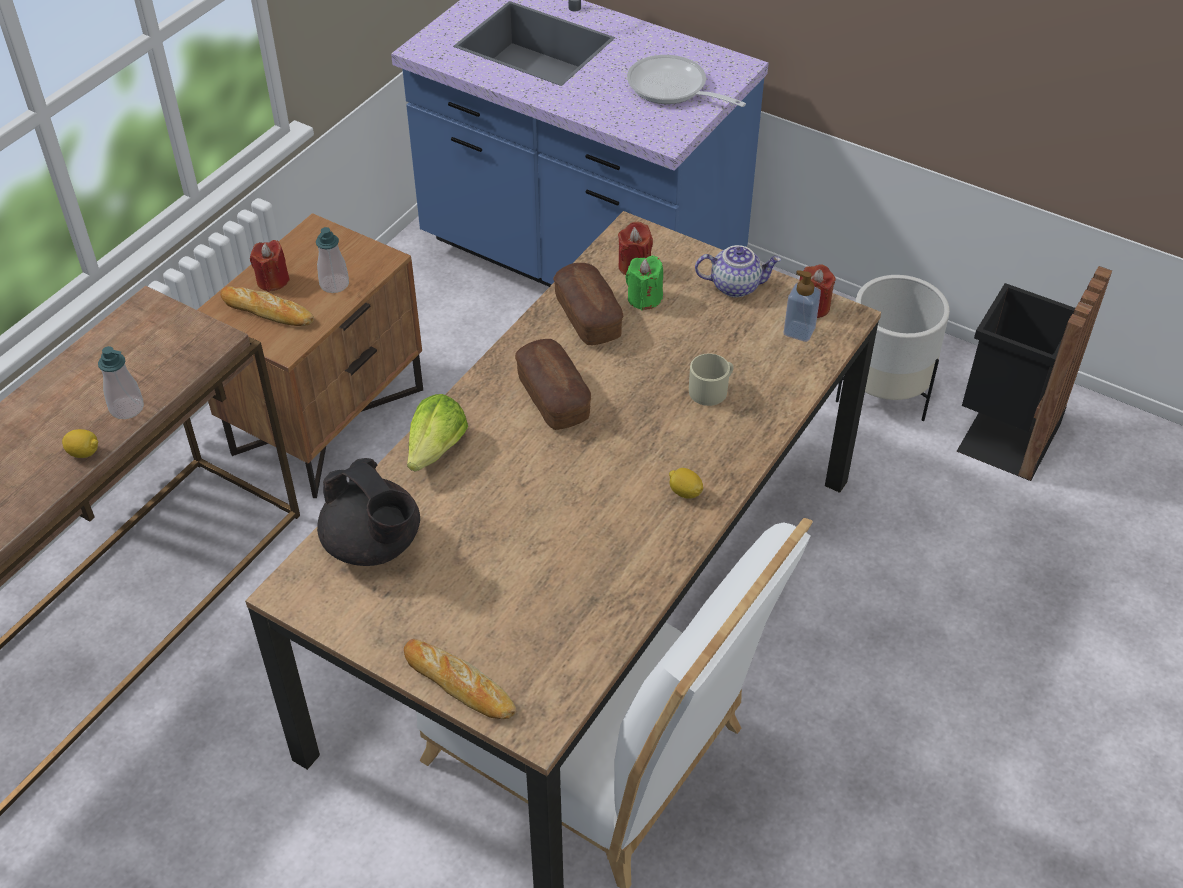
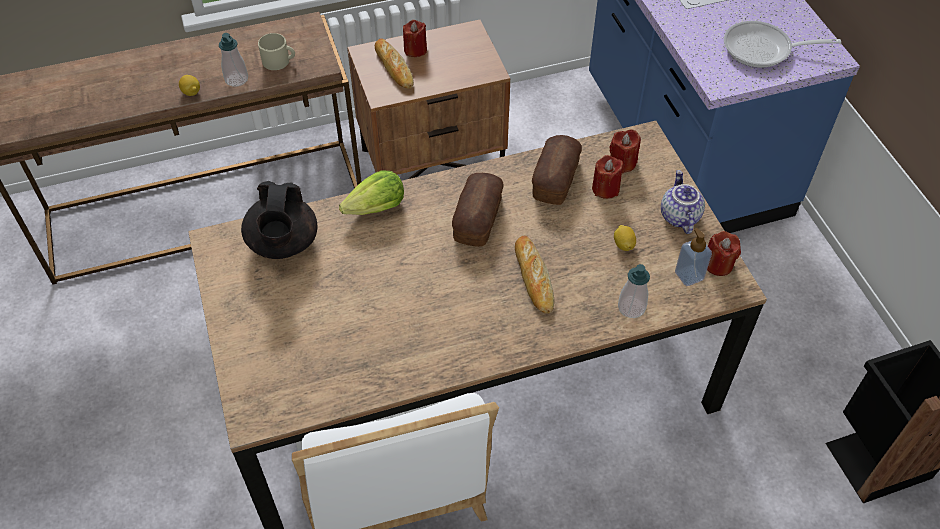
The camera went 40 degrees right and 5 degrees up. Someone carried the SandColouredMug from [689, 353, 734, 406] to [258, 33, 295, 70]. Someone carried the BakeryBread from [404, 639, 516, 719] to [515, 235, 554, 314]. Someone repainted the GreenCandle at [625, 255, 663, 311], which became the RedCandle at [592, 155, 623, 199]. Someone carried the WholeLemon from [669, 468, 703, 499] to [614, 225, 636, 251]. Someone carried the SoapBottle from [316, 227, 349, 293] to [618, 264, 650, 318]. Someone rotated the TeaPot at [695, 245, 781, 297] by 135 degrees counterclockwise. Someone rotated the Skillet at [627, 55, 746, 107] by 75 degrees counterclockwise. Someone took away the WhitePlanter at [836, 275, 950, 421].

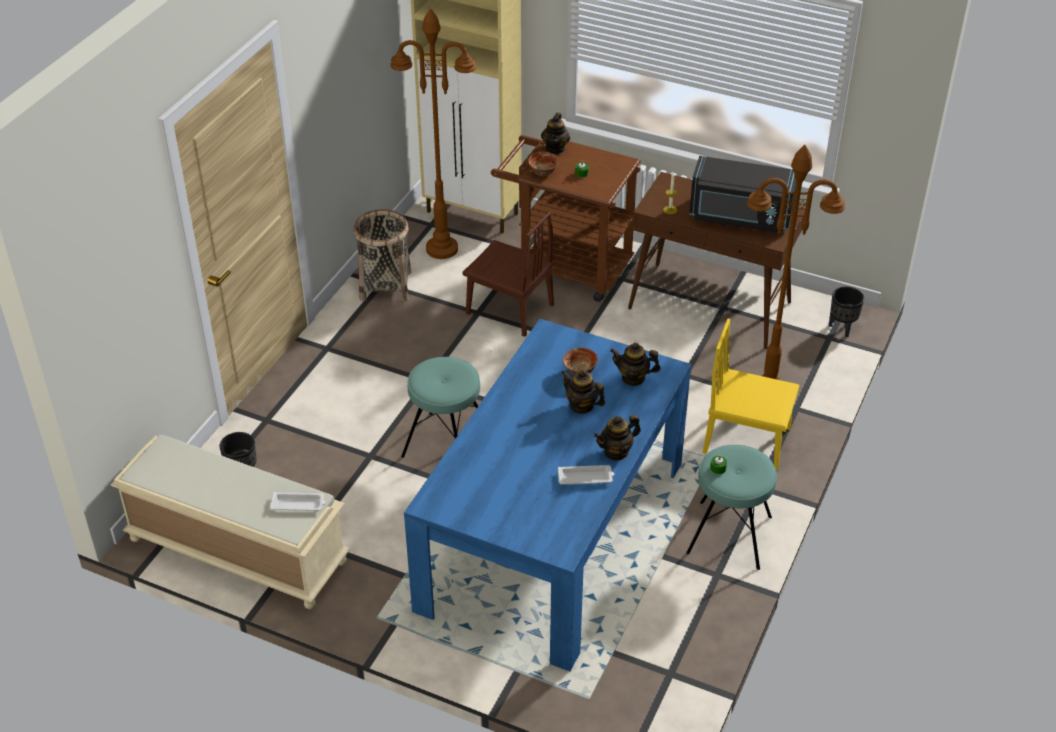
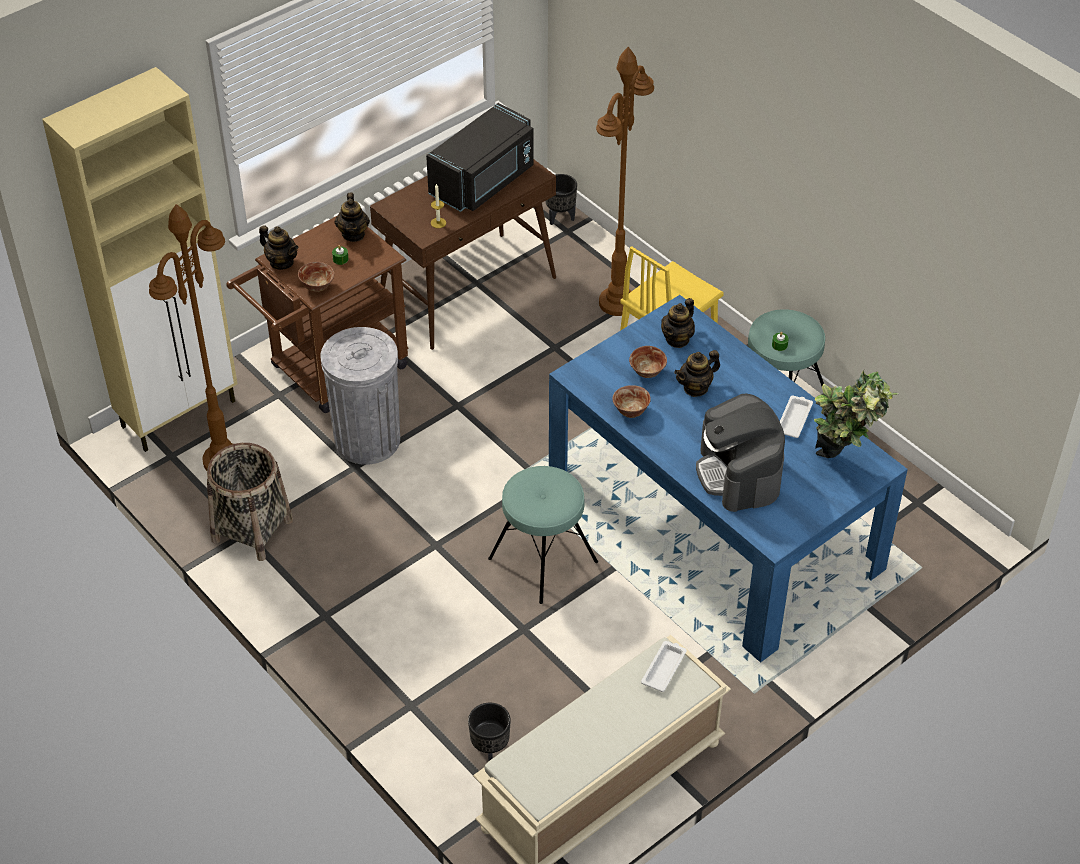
The camera went 65 degrees left and 5 degrees up. Someone swapped the BrownColouredChair at [463, 212, 554, 337] for the GreyWasteBin at [321, 327, 400, 465]. Someone carried the TeaPot from [594, 415, 641, 461] to [335, 193, 370, 242]. Someone put down the DeepDish at [613, 385, 651, 418]. Someone put down the CoffeeBrewer at [696, 394, 785, 512]. Someone put down the PottedPlant at [814, 370, 899, 458].

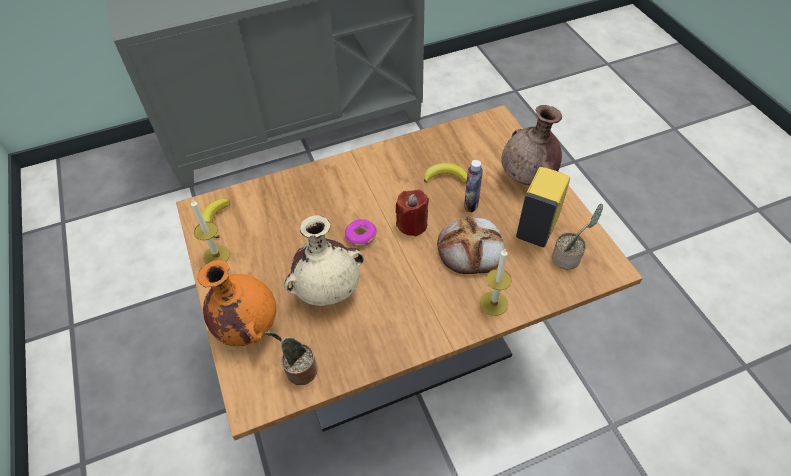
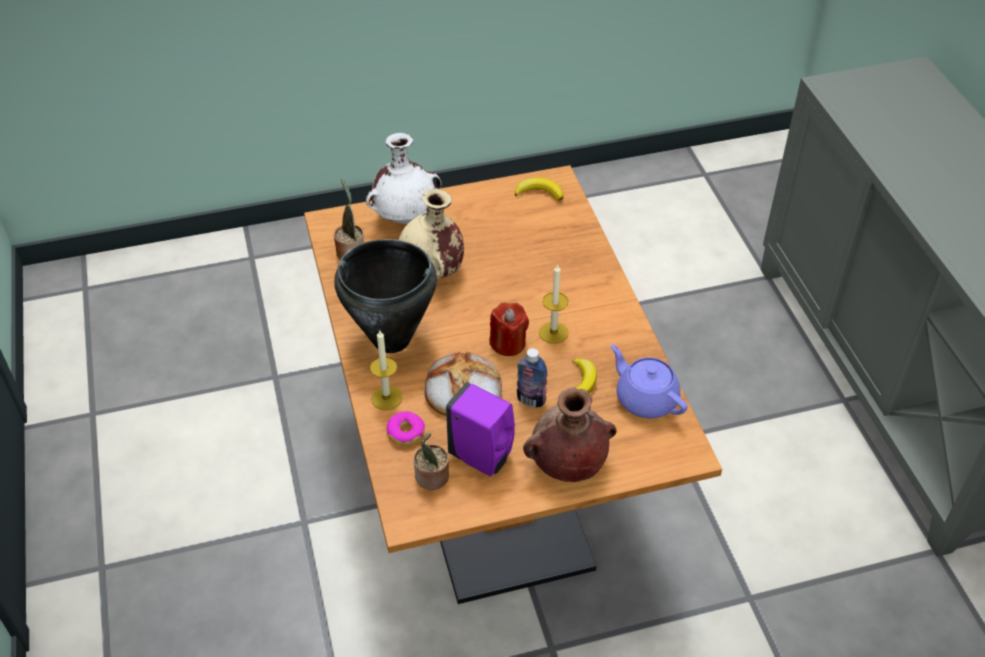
The camera went 95 degrees right and 5 degrees down. Someone put down the BlackColouredCookingPot at [334, 239, 437, 353]. Someone repainted the OrangeyVase at [197, 260, 277, 346], which became the WhiteVase at [366, 133, 441, 224]. Someone carried the Doughnut from [345, 219, 377, 247] to [387, 411, 425, 446]. Someone repainted the YellowColouredSoapBottle at [516, 167, 570, 247], which became the PurpleColouredSoapBottle at [446, 382, 515, 477]. Someone carried the Candle from [191, 200, 230, 264] to [539, 264, 568, 344]. Someone put down the PurpleColouredTeaPot at [610, 344, 687, 418].

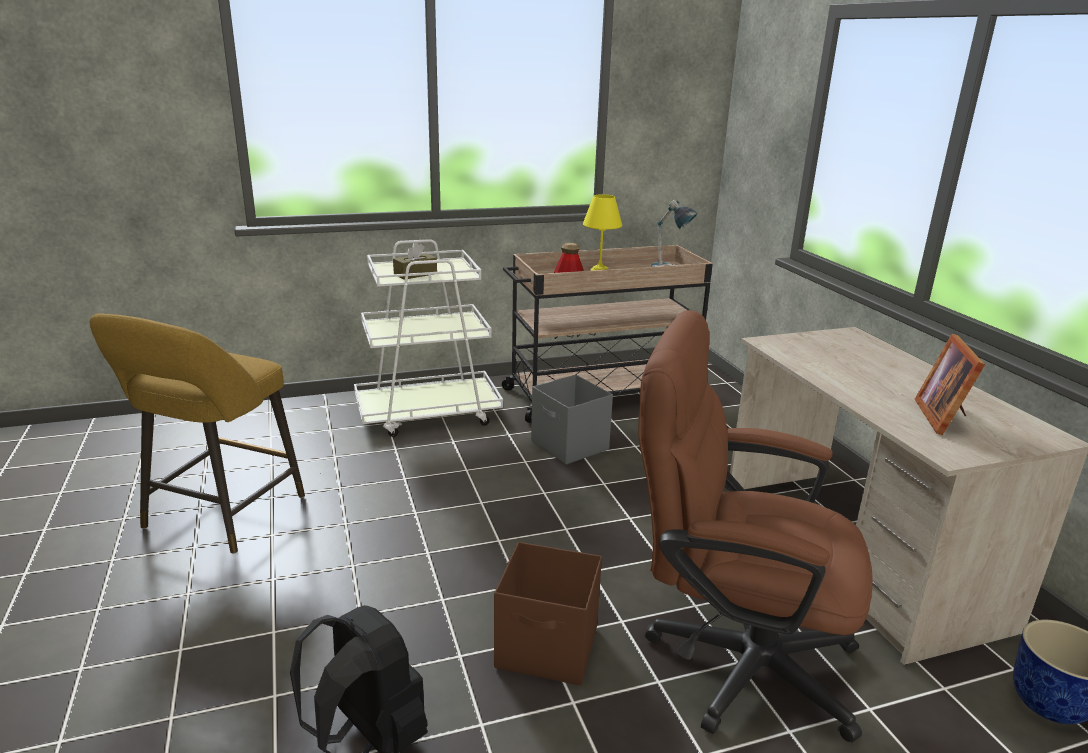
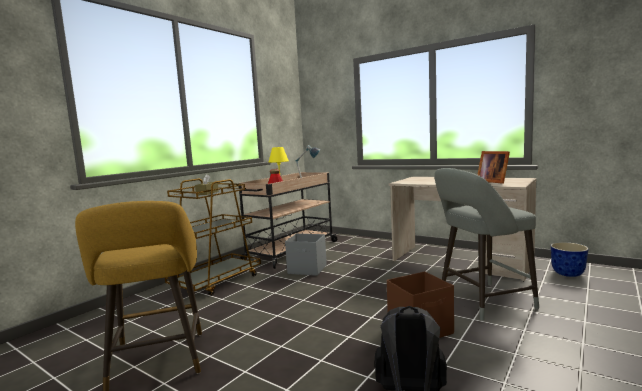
The camera went 35 degrees left and 15 degrees down. Someone repainted the WhiteCart at [354, 239, 503, 437], which became the BrownColouredCart at [165, 178, 261, 296]. Someone swapped the BrownColouredOfficeChair at [638, 310, 873, 743] for the GreyStool at [434, 168, 539, 321].

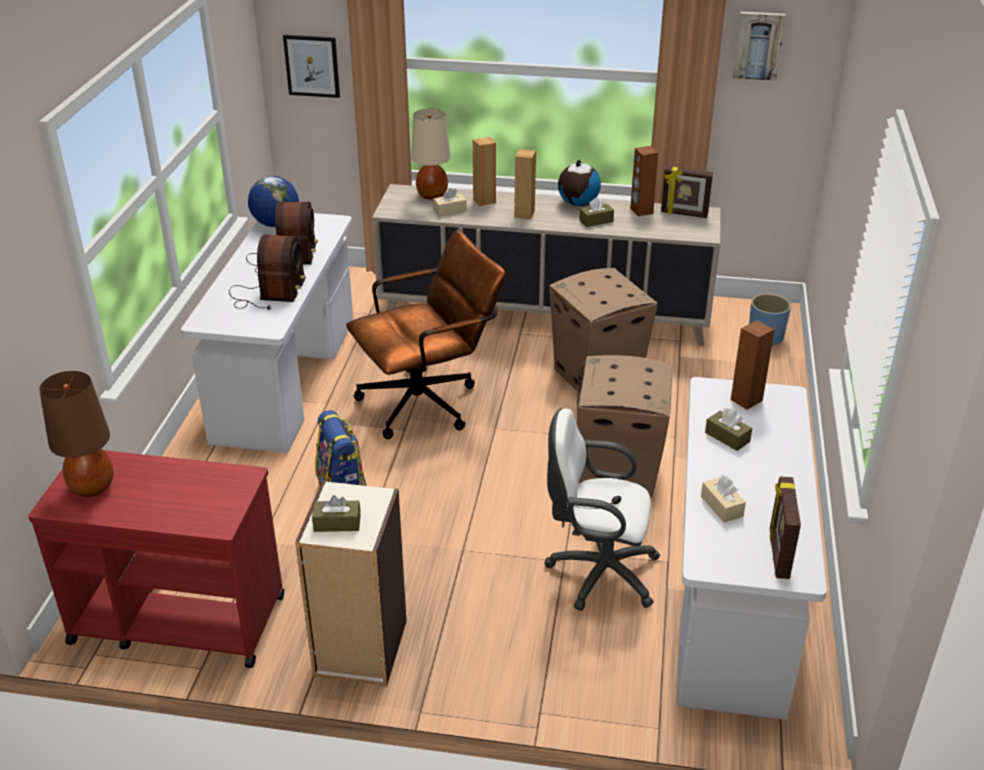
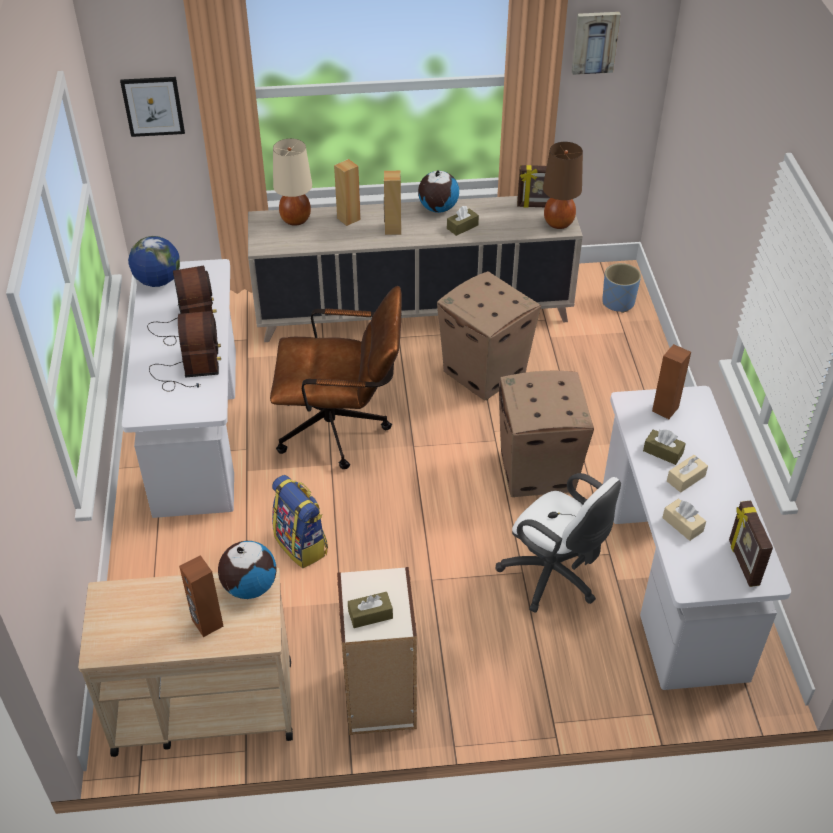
The camera went 15 degrees left and 10 degrees up. Someone repainted the RedCart at [28, 450, 284, 668], which became the SandColouredCart at [78, 568, 293, 757]. Someone carried the BrownColouredSpeaker from [630, 146, 658, 216] to [179, 555, 223, 637]. Someone put down the DeskGlobe at [218, 541, 277, 599]. Someone rotated the BrownColouredOfficeChair at [346, 230, 506, 439] by 45 degrees clockwise. Someone rotated the WhiteOfficeChair at [544, 408, 660, 611] by 135 degrees counterclockwise. Someone carried the BrownColouredTableLamp from [39, 371, 114, 497] to [543, 142, 583, 229]. Someone carried the SandColouredTissueBox from [433, 188, 467, 217] to [667, 455, 708, 493].

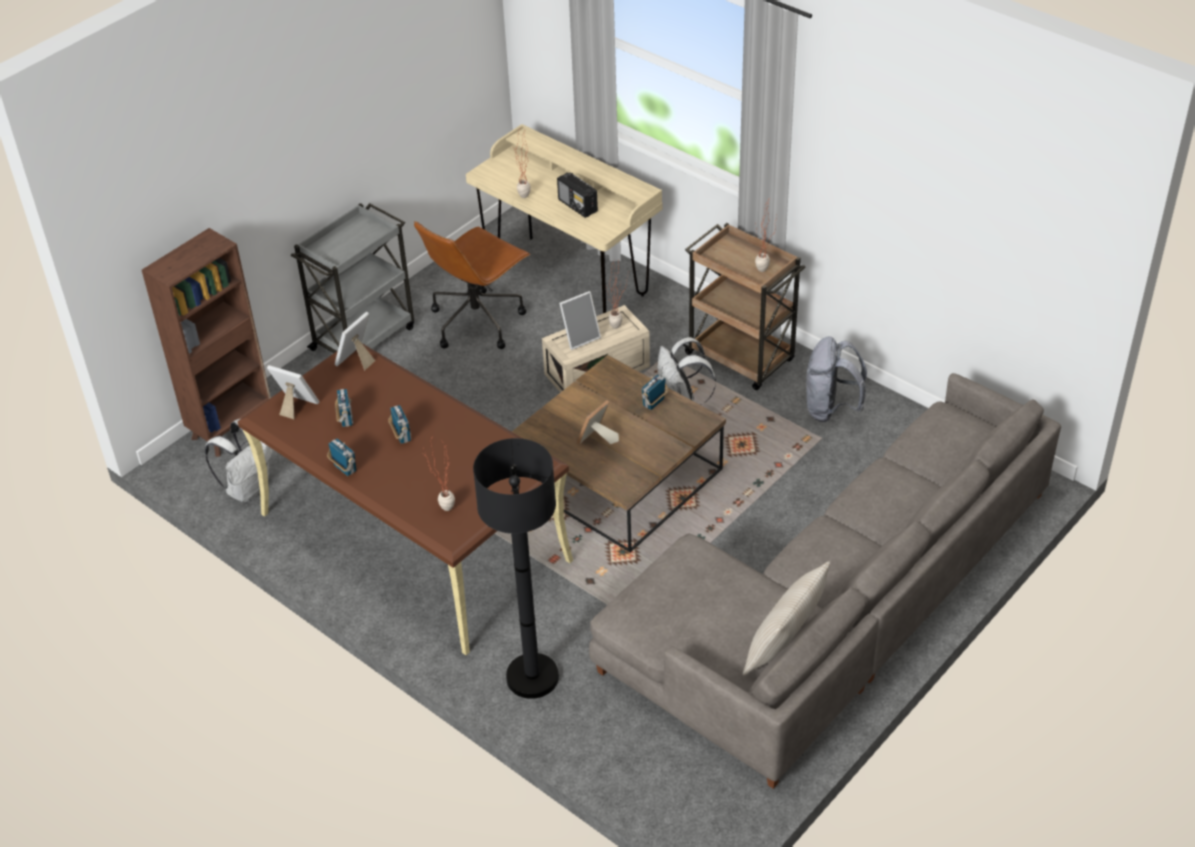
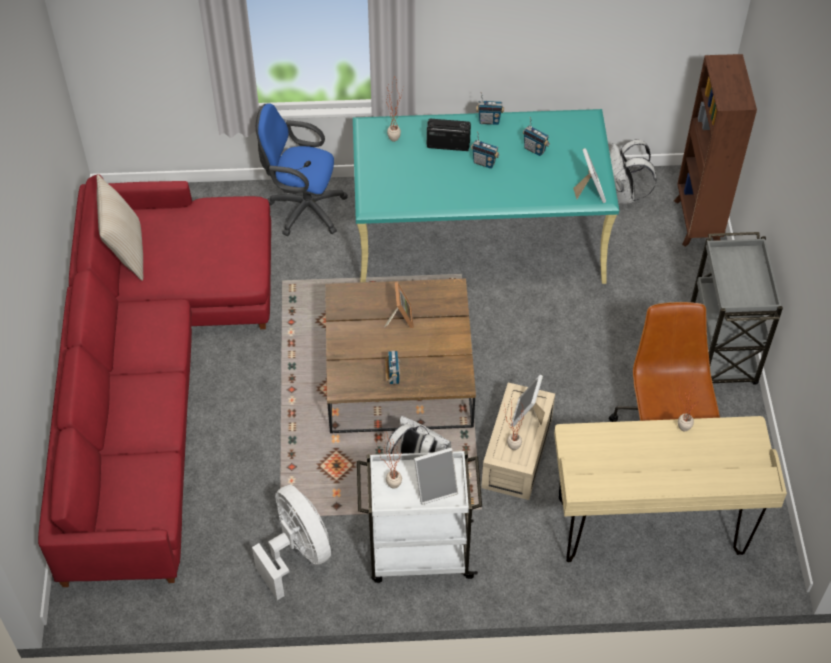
The camera went 135 degrees right and 10 degrees up. Someone repainted the GreySettee at [589, 373, 1061, 789], which became the RedSettee at [38, 174, 271, 587]. Someone swapped the GreyBackpack at [806, 336, 867, 422] for the WhiteFan at [252, 485, 331, 600]. Someone swapped the BlackColouredStandardLamp at [473, 438, 559, 699] for the BlueColouredOfficeChair at [256, 103, 348, 236]. Someone repainted the BrownColouredDesk at [238, 344, 573, 655], which became the BlueGreenDesk at [353, 109, 619, 284]. Someone repainted the BrownColouredCart at [683, 223, 806, 390], which became the WhiteCart at [357, 451, 482, 583]. Someone carried the PictureFrame from [267, 365, 319, 419] to [414, 448, 458, 505]. Someone carried the RadioSet from [557, 172, 598, 218] to [427, 119, 471, 151].

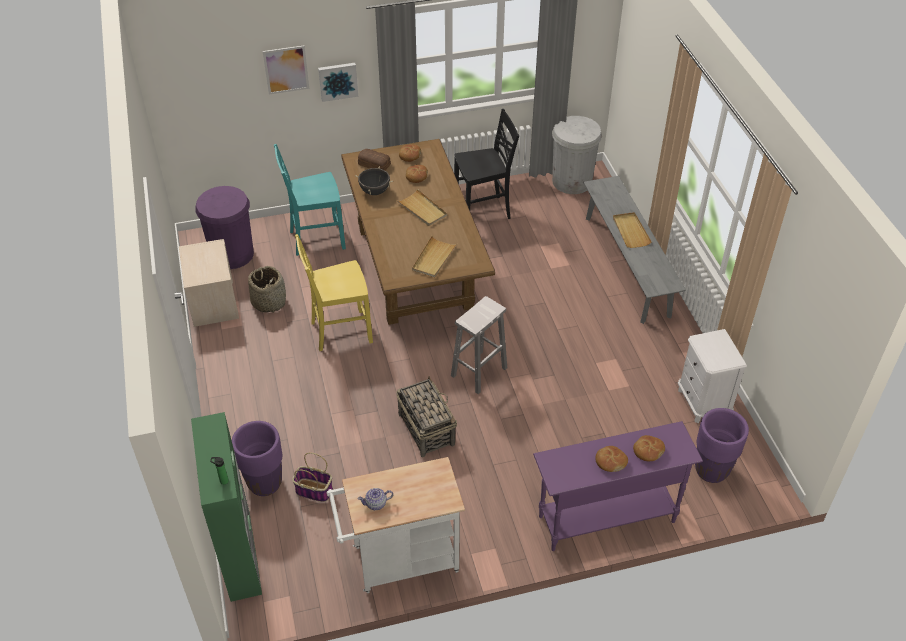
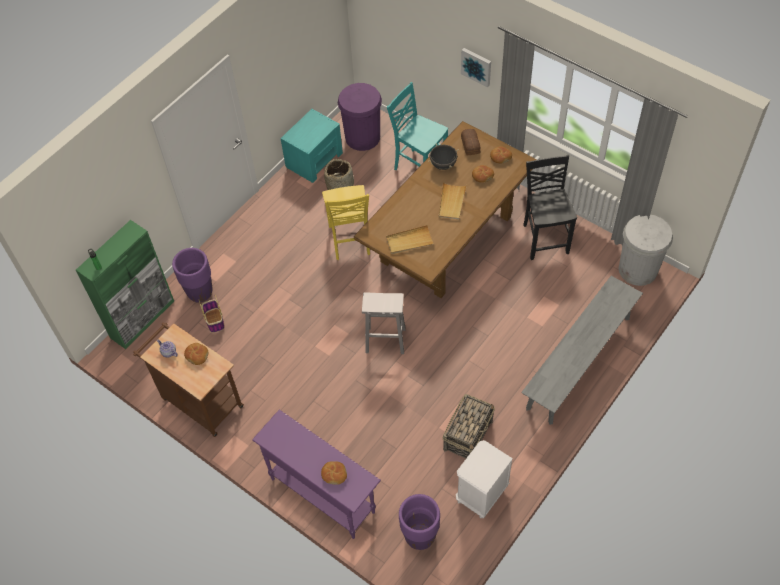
The camera went 55 degrees right and 10 degrees up. Someone repainted the WhiteCart at [327, 457, 465, 593], which became the BrownColouredCart at [133, 322, 244, 437]. Someone carried the BakeryBread from [595, 446, 628, 472] to [184, 343, 208, 365]. Someone repainted the SandColouredNightstand at [179, 239, 239, 327], which became the BlueGreenNightstand at [280, 109, 343, 183]. Someone rotated the YellowColouredChair at [295, 234, 373, 351] by 135 degrees counterclockwise. Someone carried the HouseholdBasket from [396, 376, 457, 457] to [442, 394, 495, 458]. Someone rotated the BlackColouredChair at [454, 109, 519, 219] by 135 degrees counterclockwise. Someone took away the Picture at [263, 45, 309, 95]. Someone took away the SandColouredServingTray at [613, 212, 652, 248].

